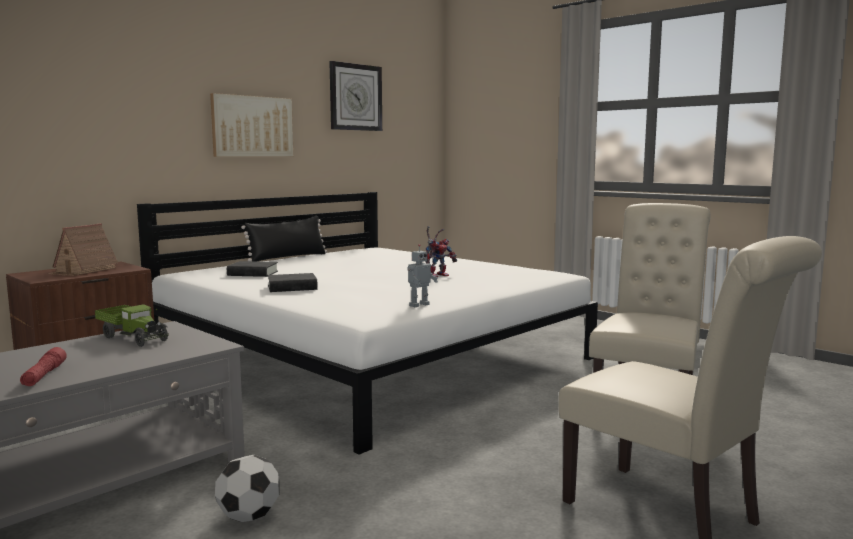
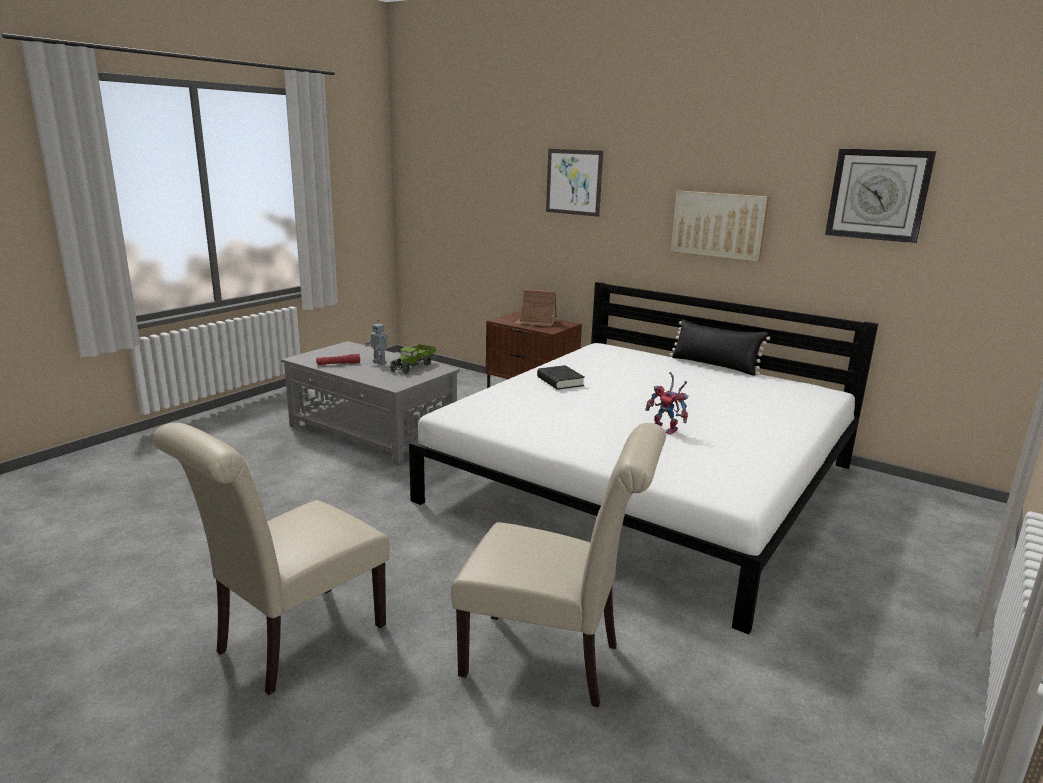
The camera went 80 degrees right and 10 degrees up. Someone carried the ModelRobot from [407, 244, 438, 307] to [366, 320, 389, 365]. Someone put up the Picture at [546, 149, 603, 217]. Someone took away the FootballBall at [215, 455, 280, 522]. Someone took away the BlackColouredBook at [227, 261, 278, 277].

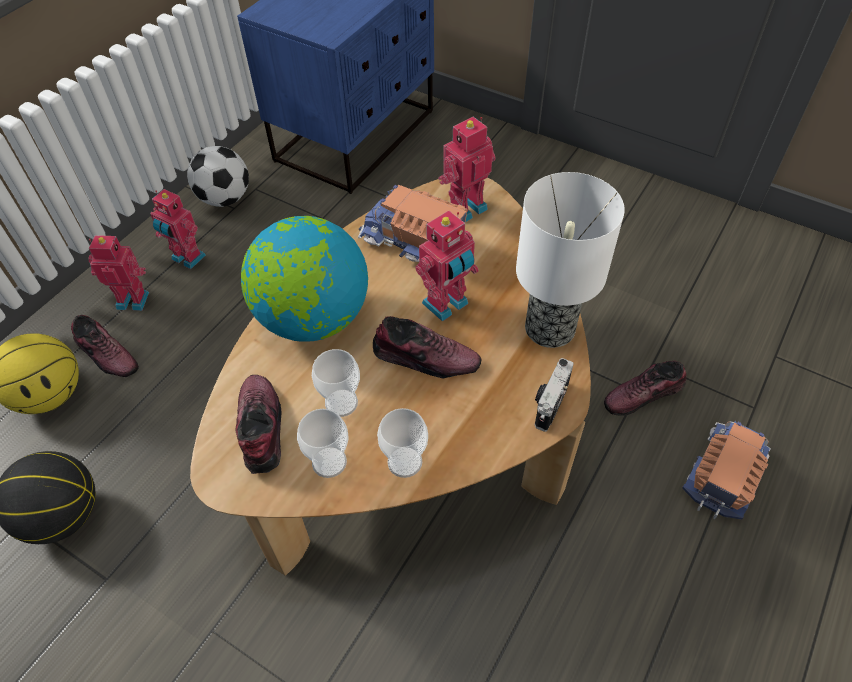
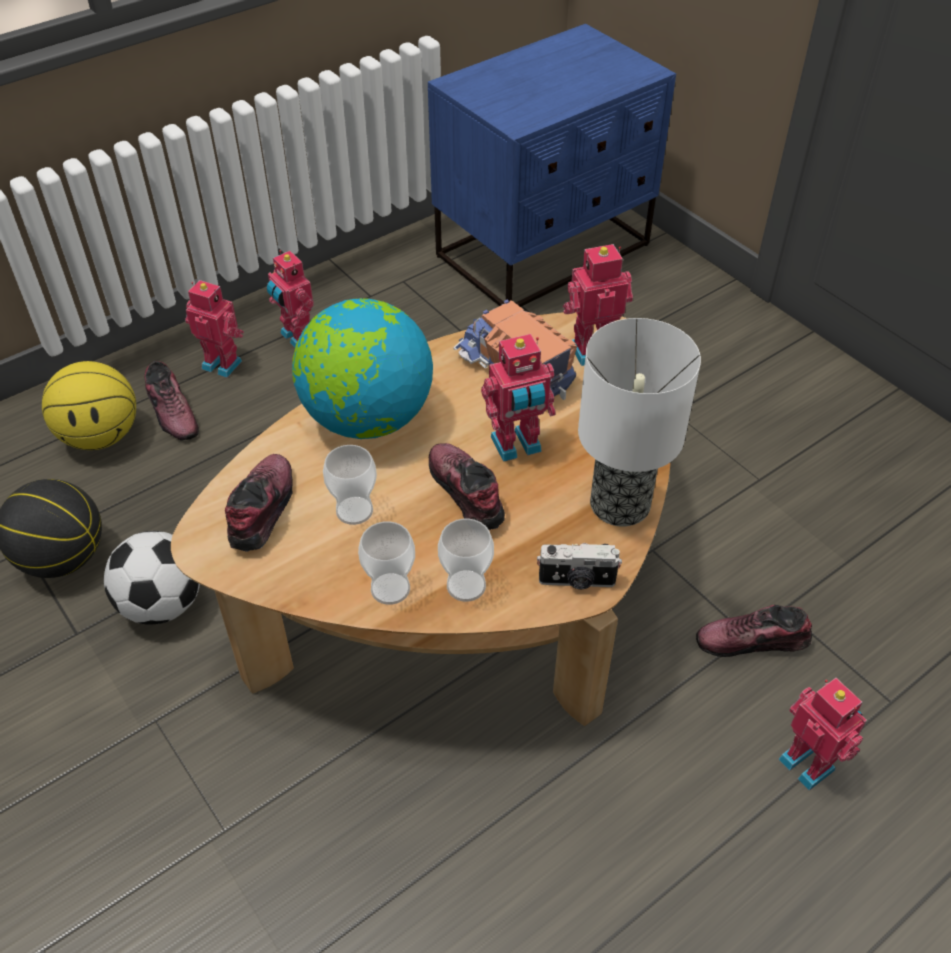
The camera went 20 degrees right and 5 degrees down. Someone carried the FootballBall from [187, 146, 249, 207] to [104, 531, 200, 624]. Someone rotated the Shoe at [373, 316, 481, 378] by 150 degrees counterclockwise. Someone carried the DrinkingCup from [297, 409, 349, 478] to [438, 519, 494, 602]. Someone rotated the StillCamera at [535, 358, 574, 432] by 135 degrees counterclockwise. Someone swapped the ModelTruck at [682, 421, 771, 520] for the ModelRobot at [779, 678, 867, 791].

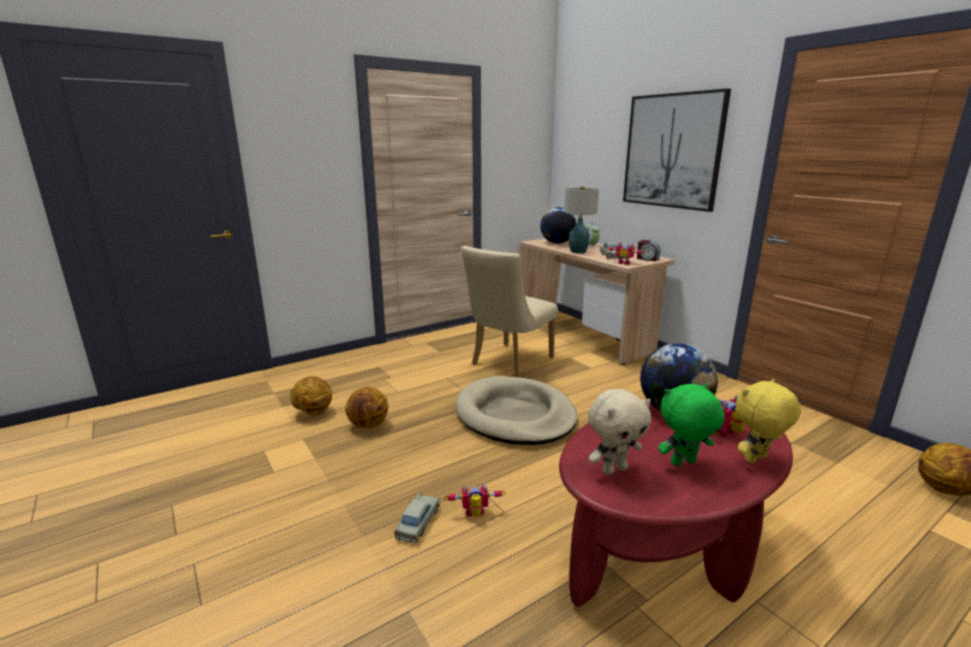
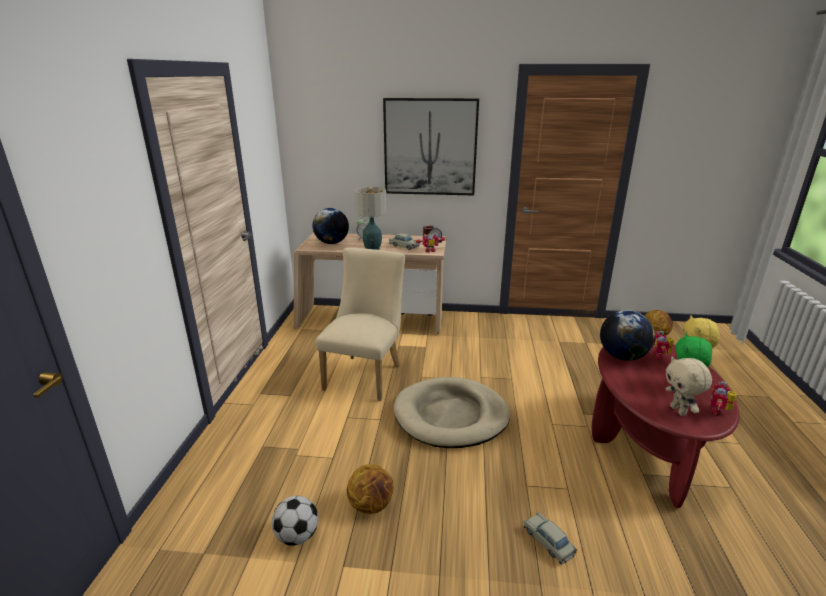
The camera went 50 degrees left and 5 degrees up. Someone swapped the Basketball at [290, 376, 332, 416] for the FootballBall at [272, 496, 318, 546]. Someone rotated the SandColouredChair at [461, 246, 558, 377] by 150 degrees counterclockwise. Someone rotated the SandColouredSoftToy at [588, 389, 651, 475] by 150 degrees clockwise. Someone carried the ModelRobot from [444, 483, 506, 517] to [710, 381, 737, 415].

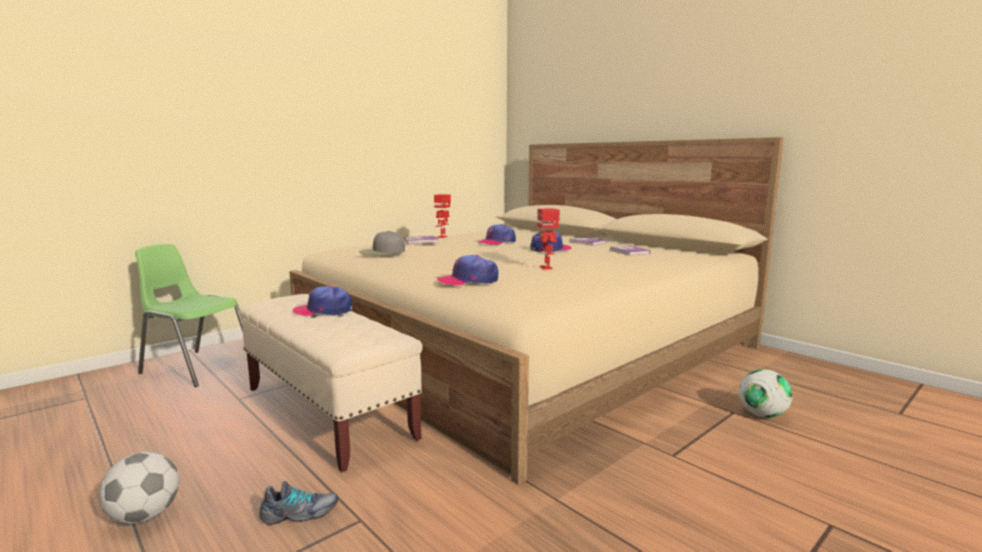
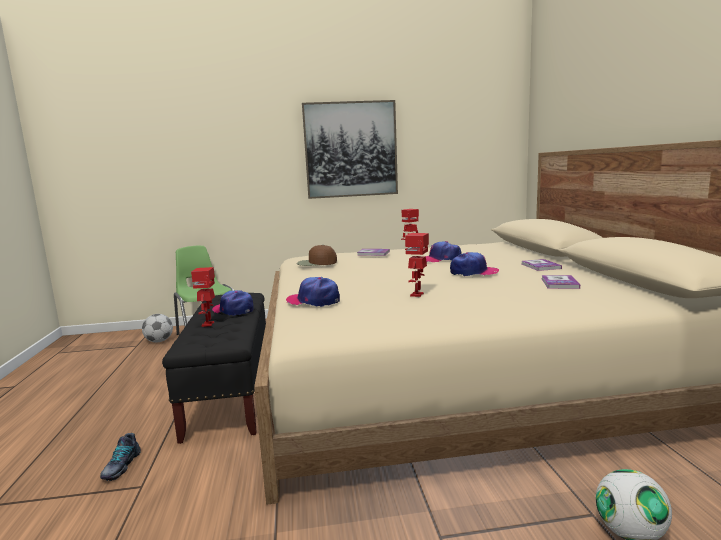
The camera went 35 degrees right and 0 degrees up. Someone rotated the Shoe at [259, 481, 338, 525] by 75 degrees clockwise. Someone carried the FootballBall from [99, 452, 179, 524] to [142, 314, 173, 342]. Someone repainted the SandColouredBench at [239, 294, 423, 472], which became the BlackColouredBench at [162, 293, 266, 444]. Someone put down the ModelRobot at [191, 267, 215, 327]. Someone repainted the GreyCap at [359, 231, 405, 255], which became the BrownColouredCap at [297, 245, 337, 266]. Someone put up the Picture at [302, 100, 398, 199].

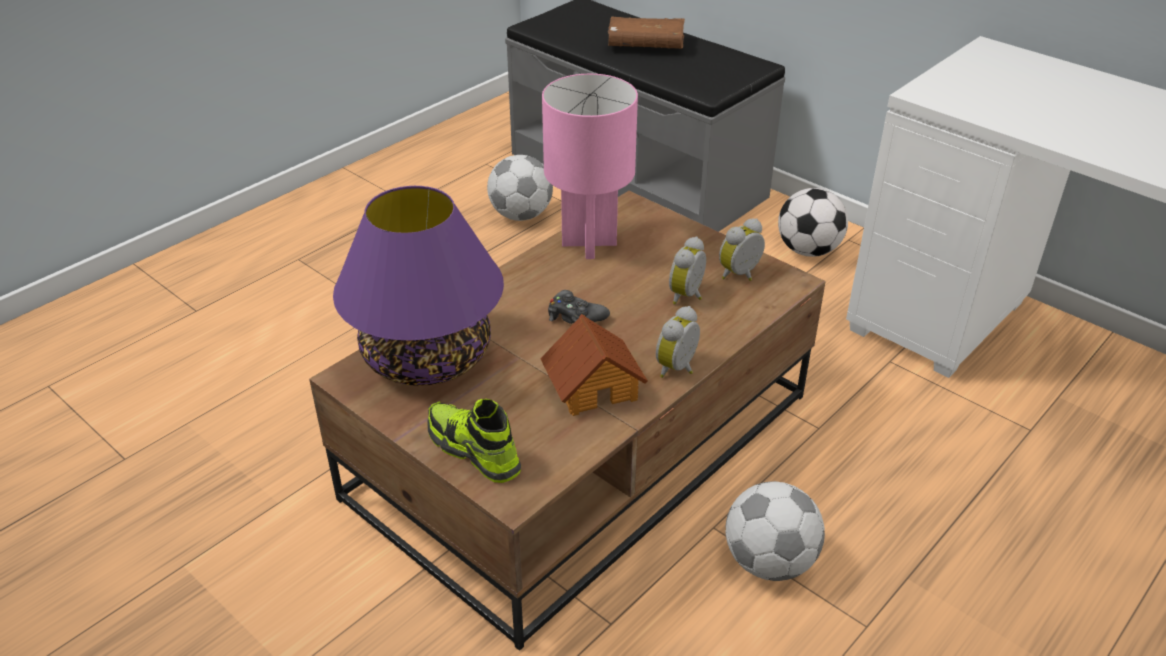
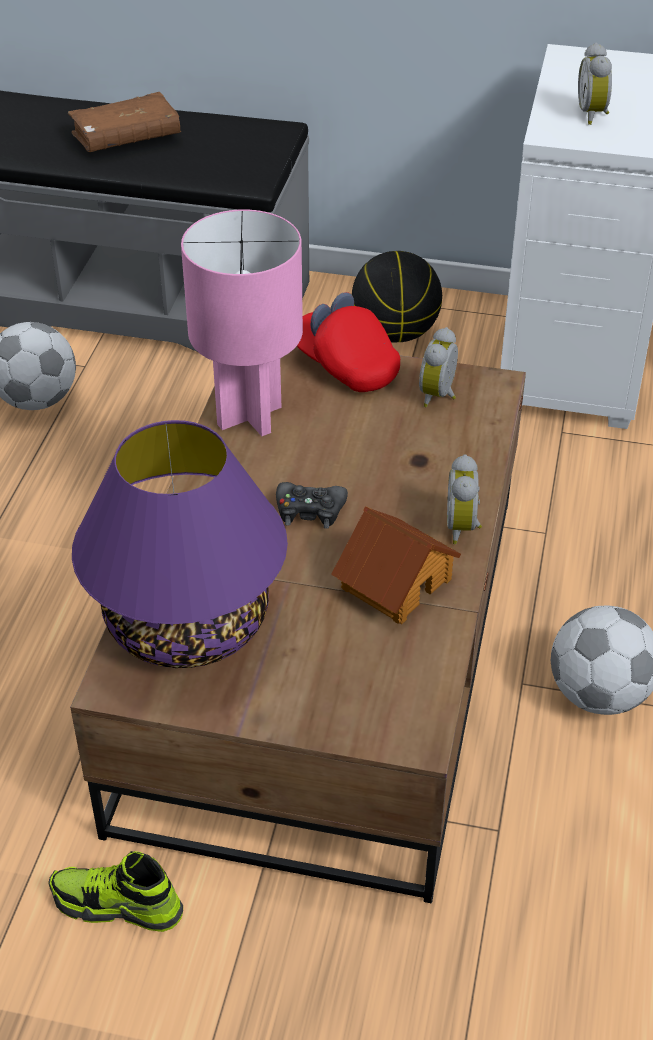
The camera went 30 degrees left and 5 degrees up. Someone carried the Shoe from [427, 399, 521, 483] to [48, 851, 183, 932]. Someone put down the RedCap at [297, 292, 400, 392]. Someone swapped the FootballBall at [778, 188, 848, 257] for the Basketball at [352, 251, 442, 343]. Someone carried the AlarmClock from [669, 236, 706, 305] to [578, 43, 612, 125].

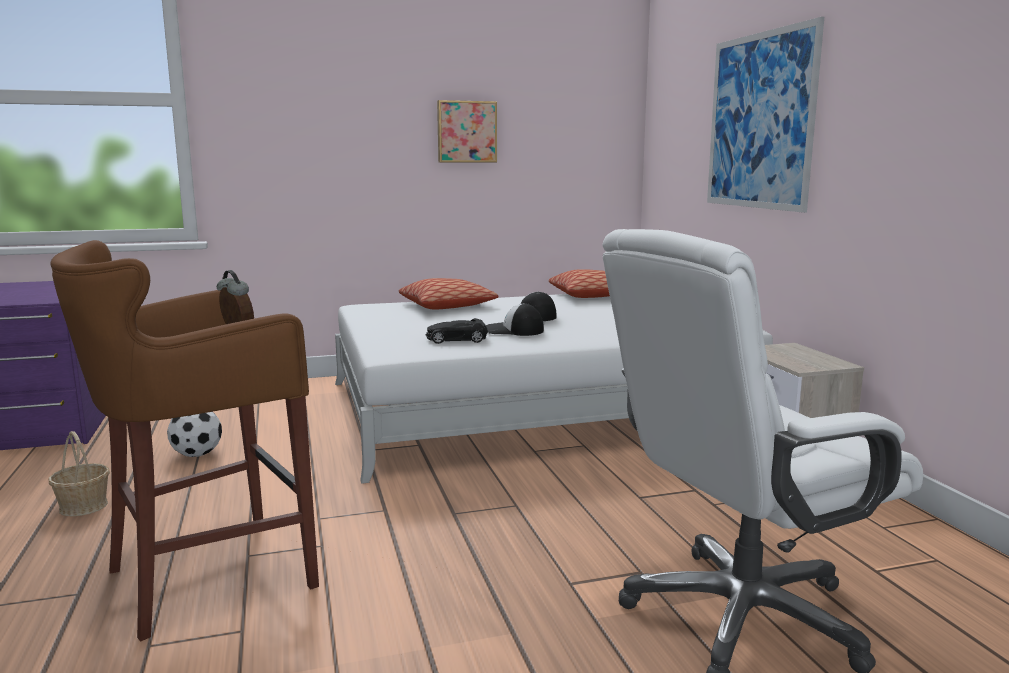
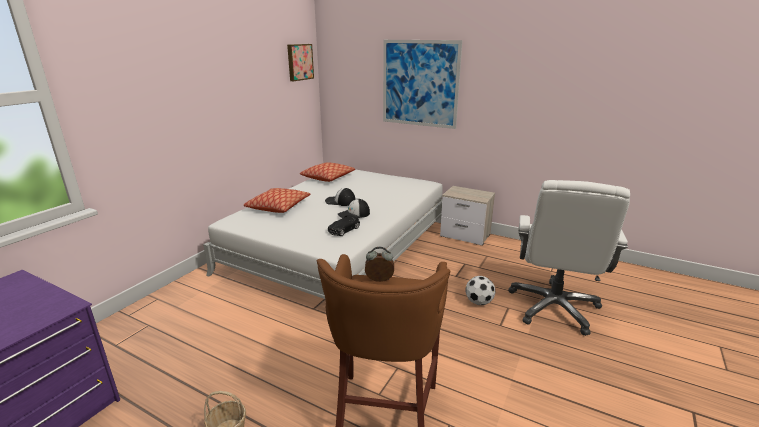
The camera went 45 degrees left and 10 degrees up. Someone carried the Picture from [437, 100, 497, 163] to [287, 44, 314, 81]. Someone carried the FootballBall from [167, 412, 222, 457] to [466, 276, 495, 305].

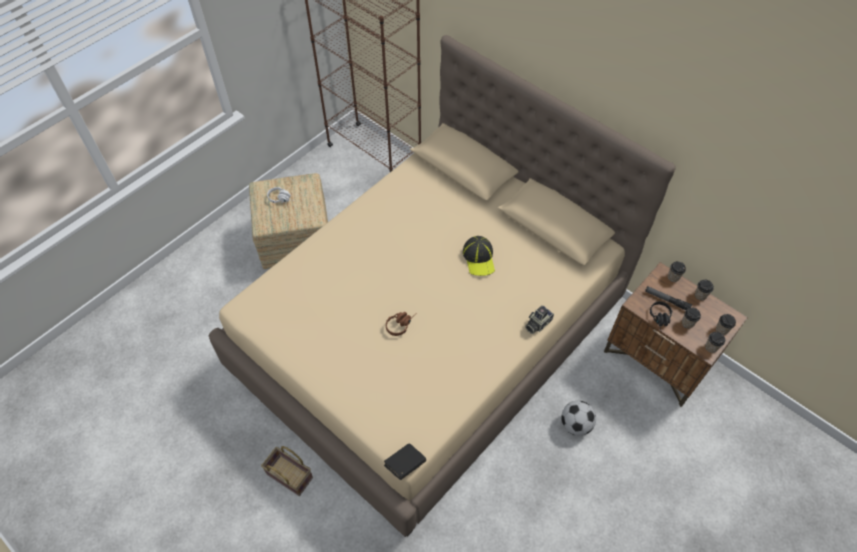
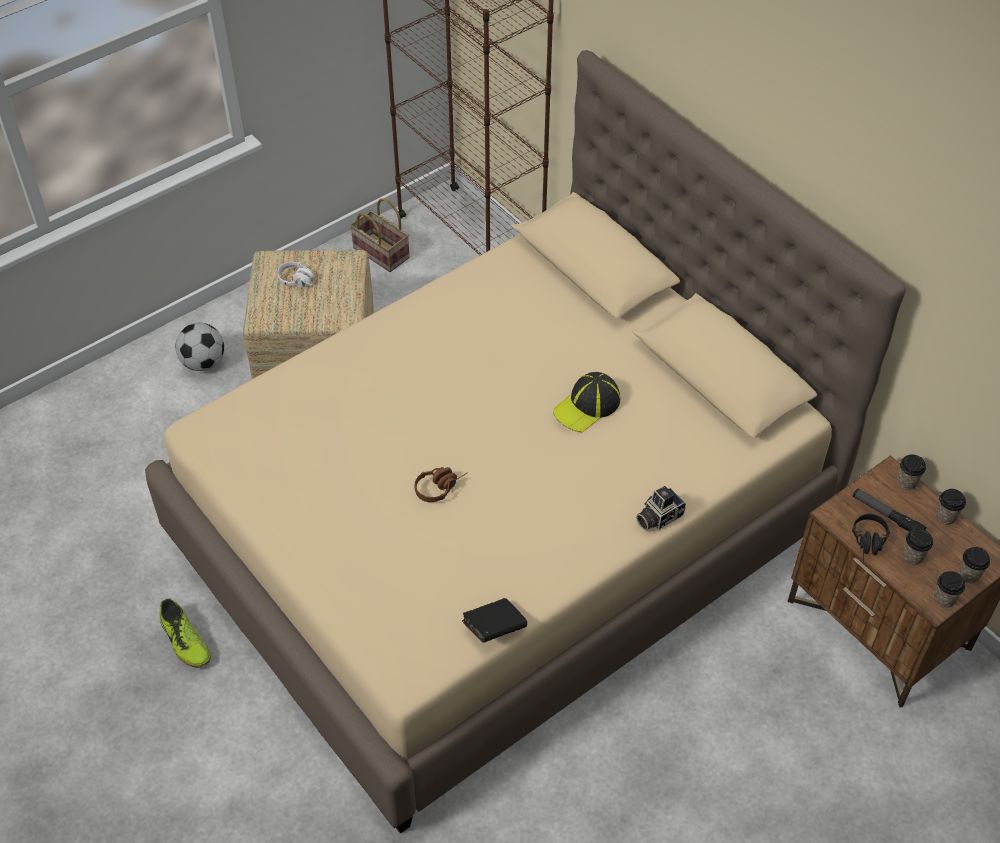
The camera went 10 degrees right and 5 degrees down. Someone put down the Shoe at [160, 598, 211, 668]. Someone carried the FootballBall from [561, 401, 596, 436] to [176, 323, 224, 371]. Someone carried the HouseholdBasket from [261, 446, 313, 496] to [350, 198, 410, 272]. Someone carried the BlackColouredBook from [384, 443, 426, 480] to [462, 598, 527, 643]. Someone rotated the Cap at [463, 236, 495, 276] by 45 degrees clockwise.

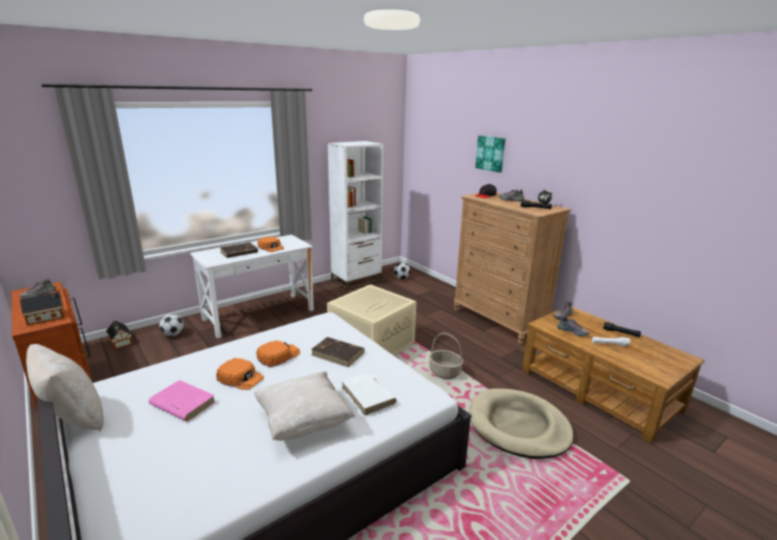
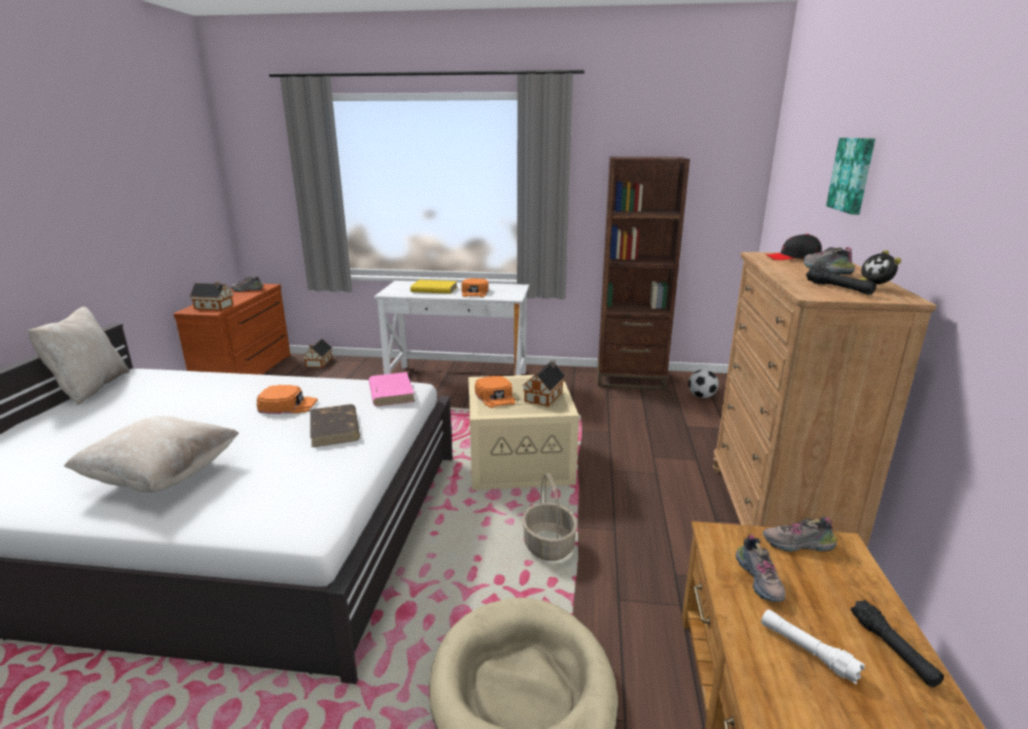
The camera went 45 degrees right and 0 degrees up. Someone carried the PinkishBook from [149, 380, 215, 422] to [369, 372, 415, 406]. Someone repainted the BrownColouredBook at [220, 243, 258, 258], which became the YellowColouredBook at [410, 280, 457, 294]. Someone carried the OrangeyCap from [216, 358, 264, 390] to [475, 376, 515, 408]. Someone put down the ModelHouse at [522, 360, 566, 407]. Someone repainted the WhiteShelvingUnit at [328, 141, 384, 290], which became the BrownColouredShelvingUnit at [597, 157, 690, 390]. Someone took away the FootballBall at [159, 314, 184, 336]. Someone took away the WhiteBook at [342, 372, 397, 416].

